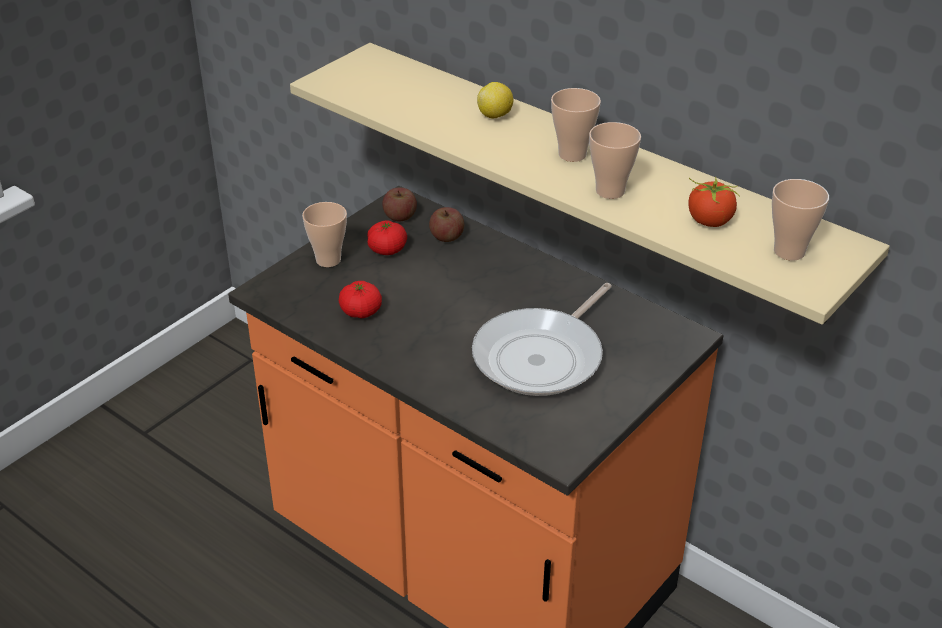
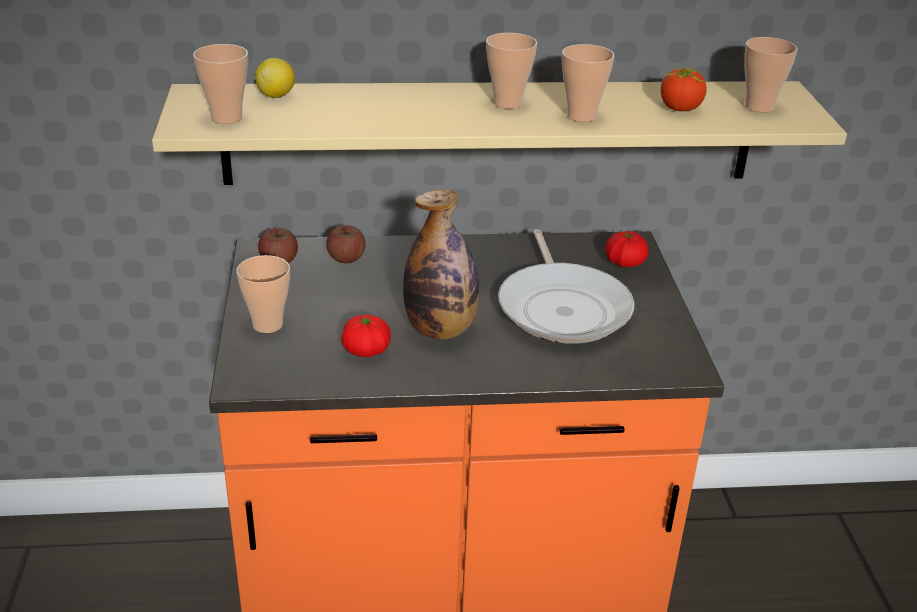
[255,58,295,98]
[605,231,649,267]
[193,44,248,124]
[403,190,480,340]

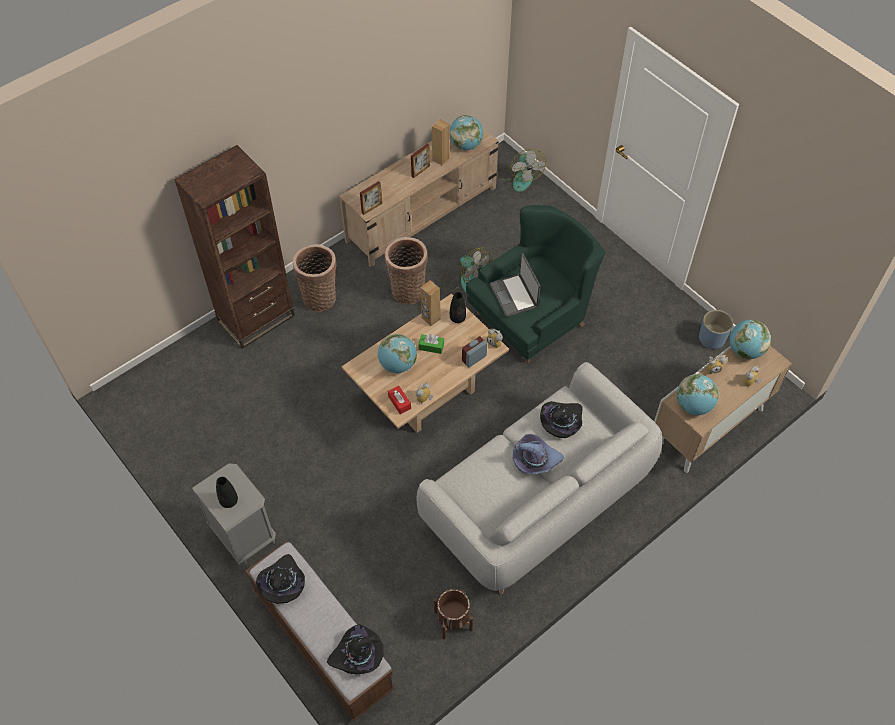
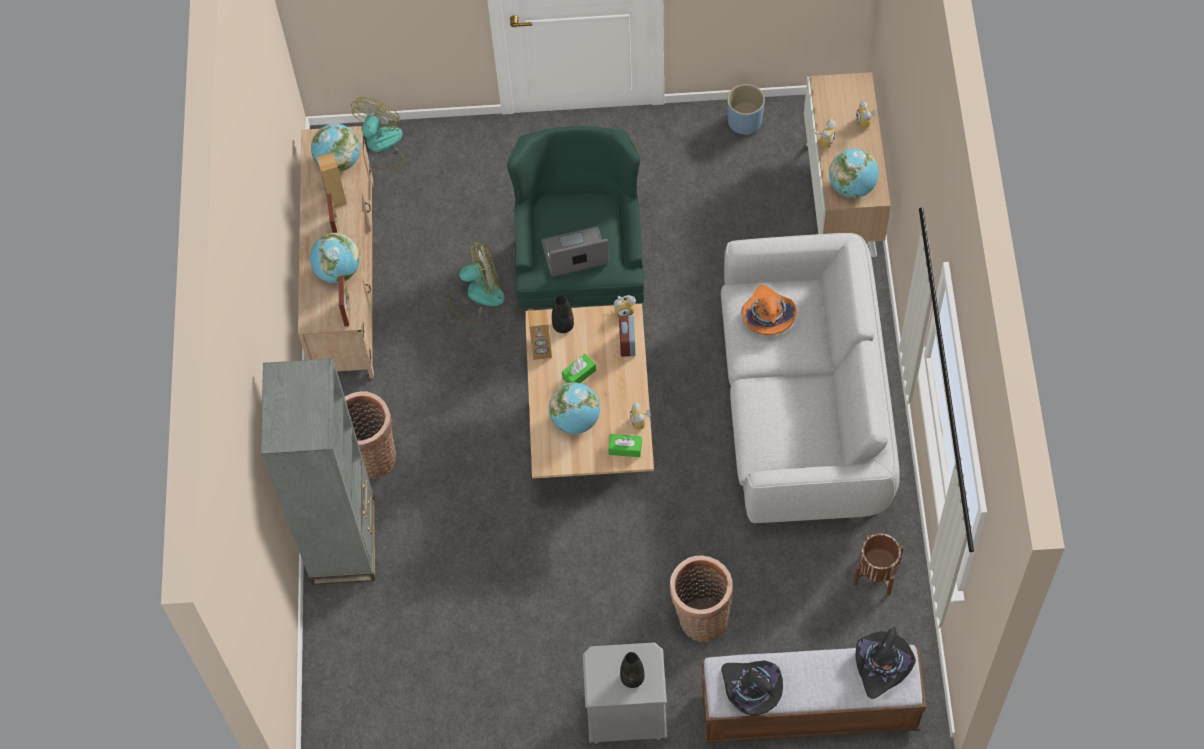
[261,358,375,585]
[351,97,405,169]
[670,556,733,642]
[541,226,609,276]
[310,233,360,283]
[608,434,642,457]
[742,285,797,335]
[513,434,564,474] (first image)

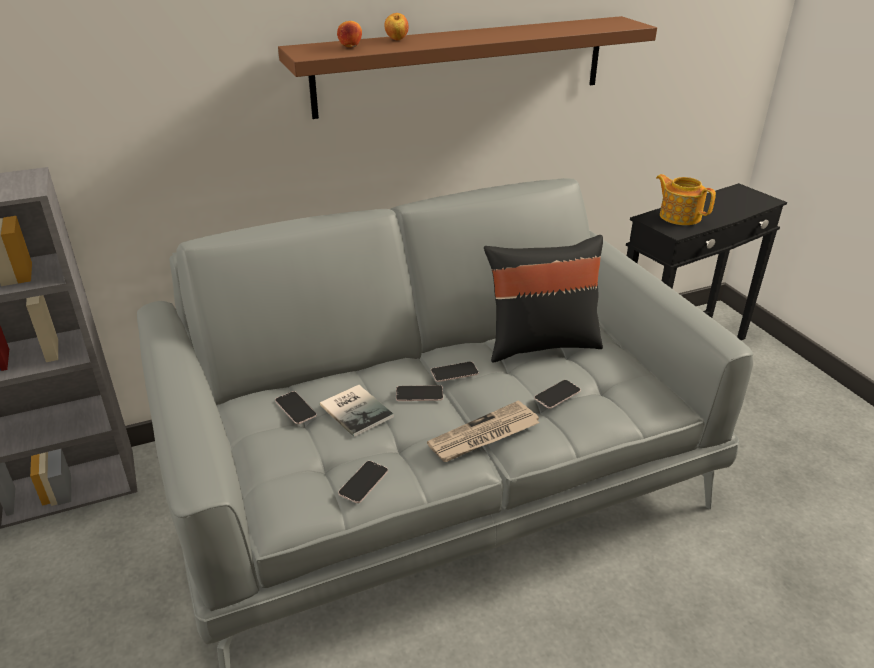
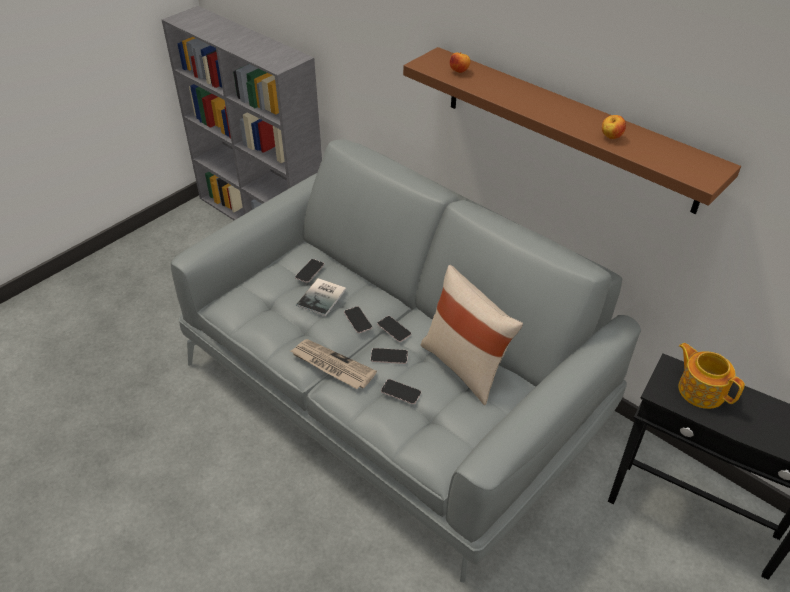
[602,115,626,139]
[678,343,745,409]
[420,265,523,405]
[371,348,408,364]

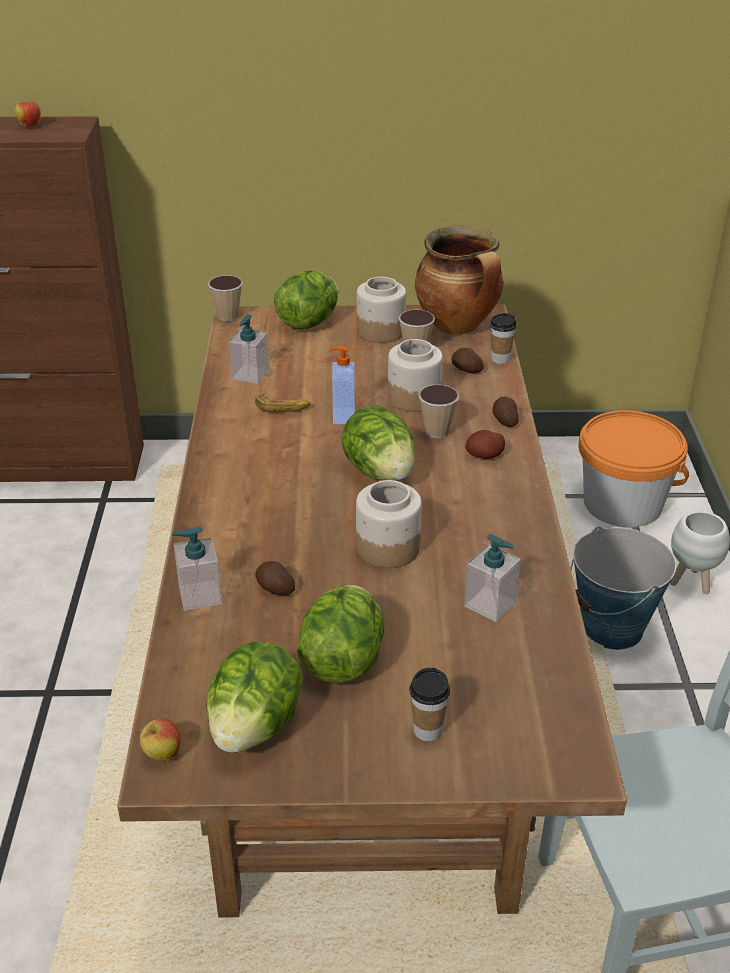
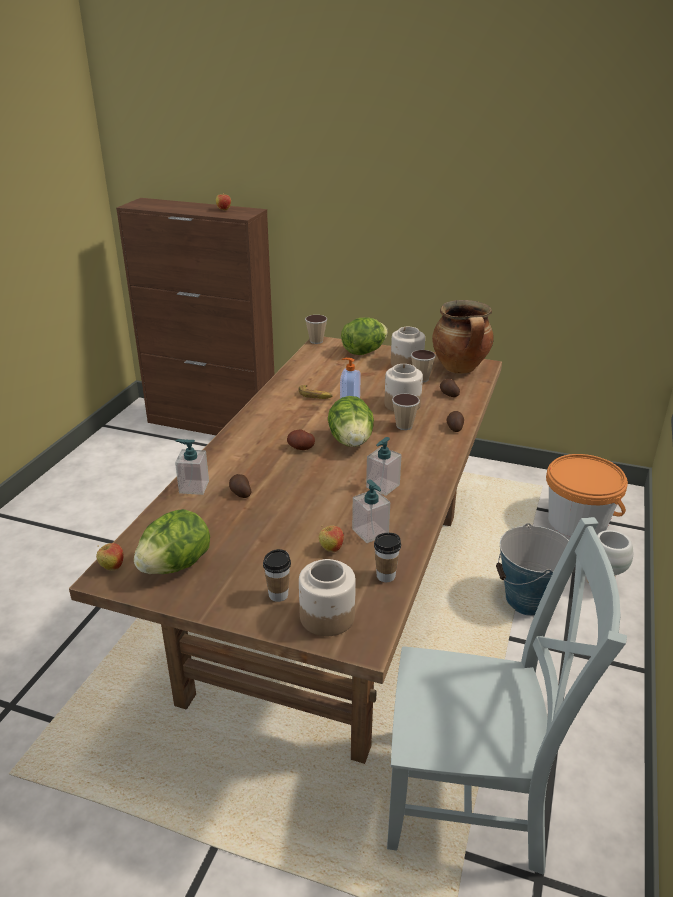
[374,533,401,582]
[366,437,401,496]
[287,430,315,450]
[299,559,356,636]
[297,585,385,683] (first image)
[319,525,344,552]

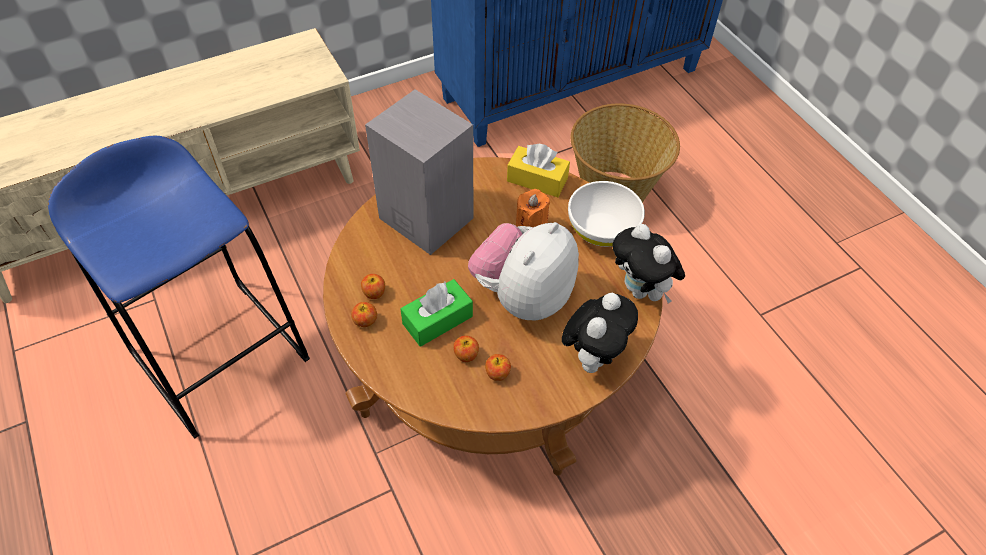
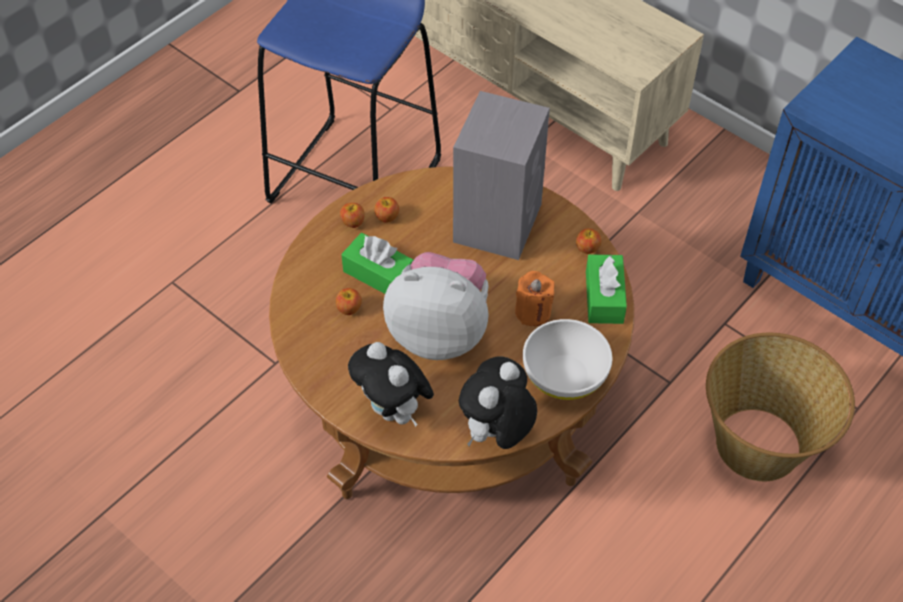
[586,254,627,324]
[348,342,434,427]
[576,228,602,254]

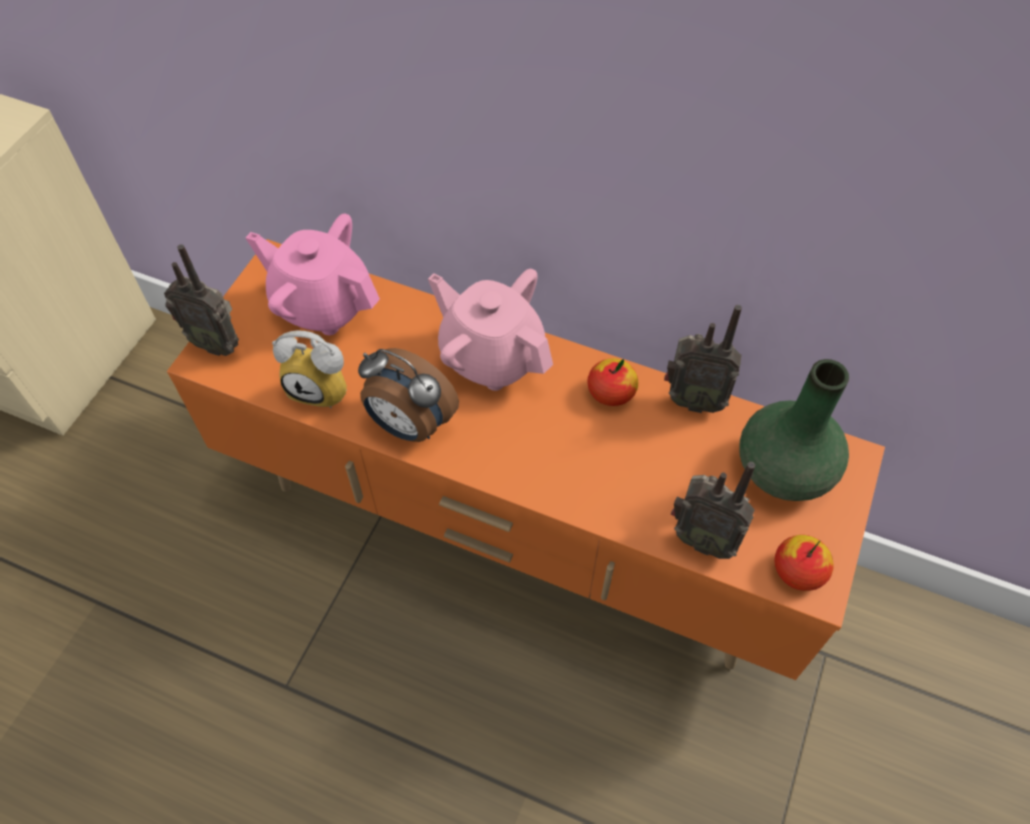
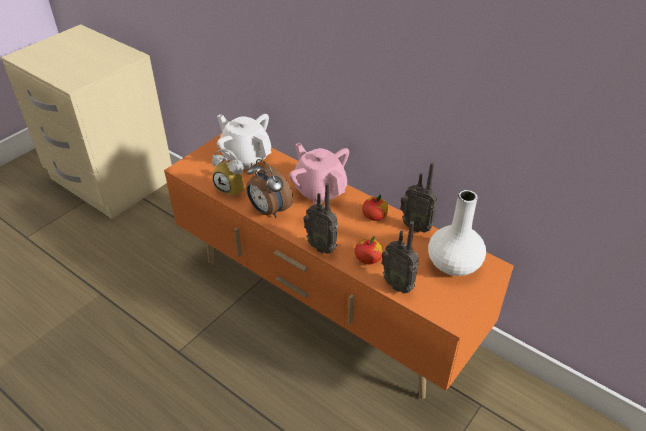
[217,114,271,169]
[303,183,338,254]
[428,190,486,276]
[355,236,383,264]

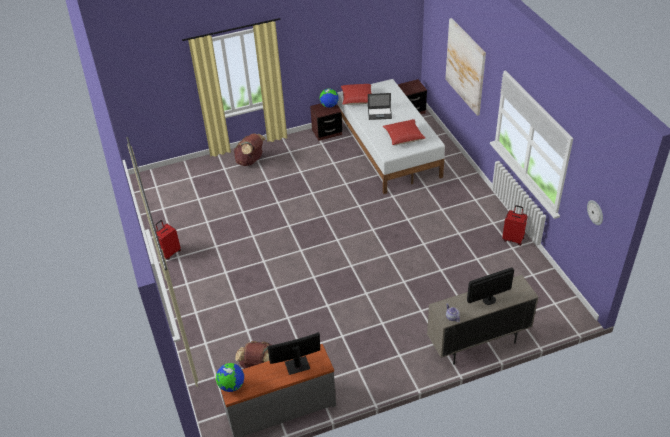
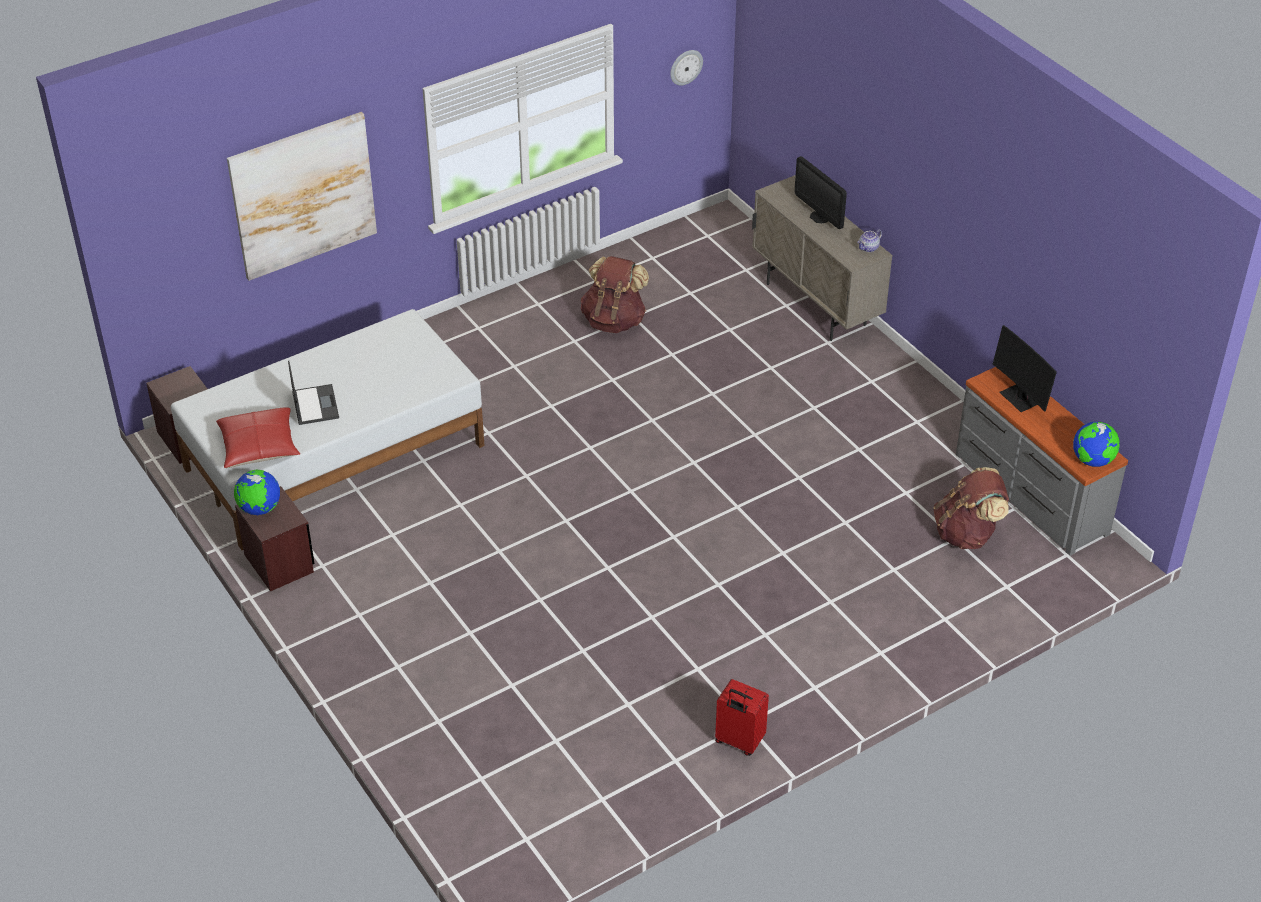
[383,119,425,145] (first image)
[581,256,649,333]
[502,205,528,246] (first image)

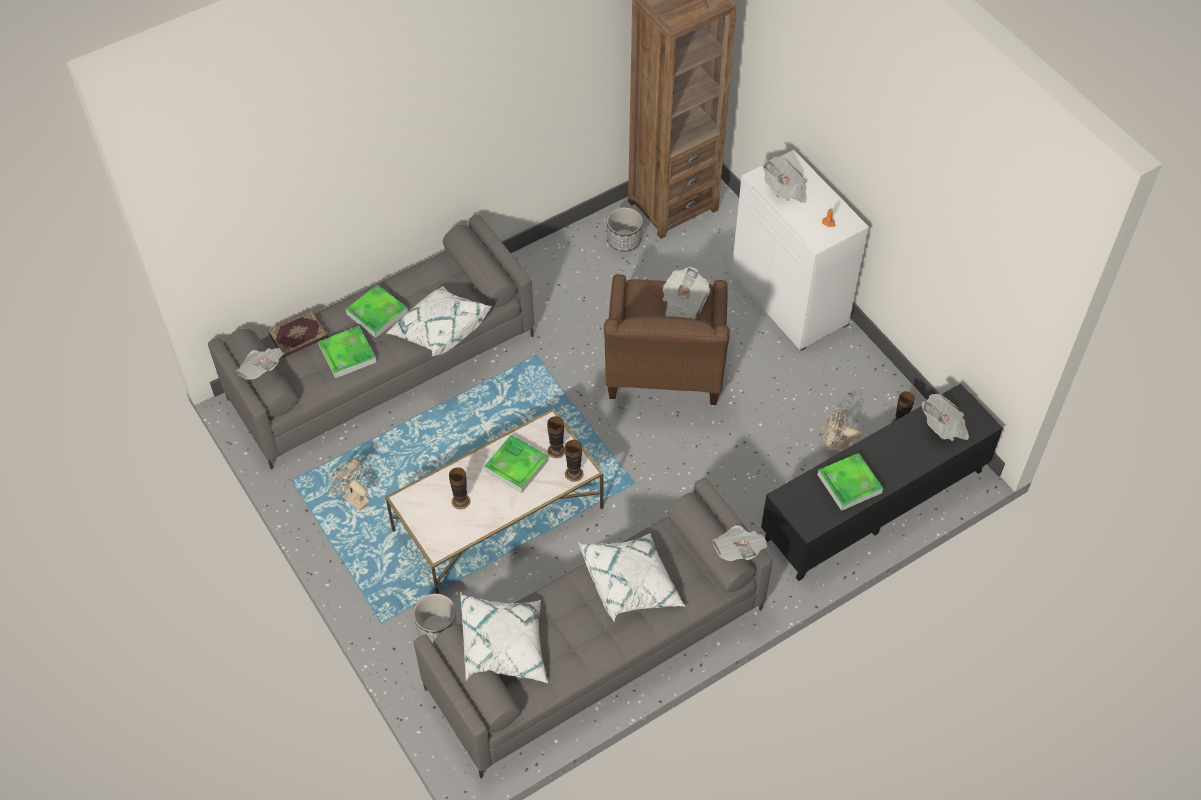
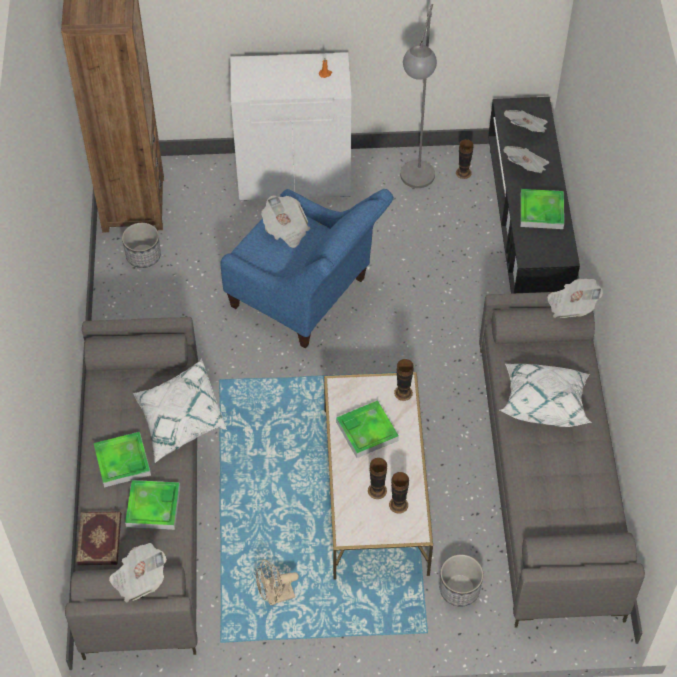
[504,146,549,173]
[220,189,394,349]
[822,407,861,453] (first image)
[389,472,409,514]
[460,592,548,683] (first image)
[400,4,437,188]

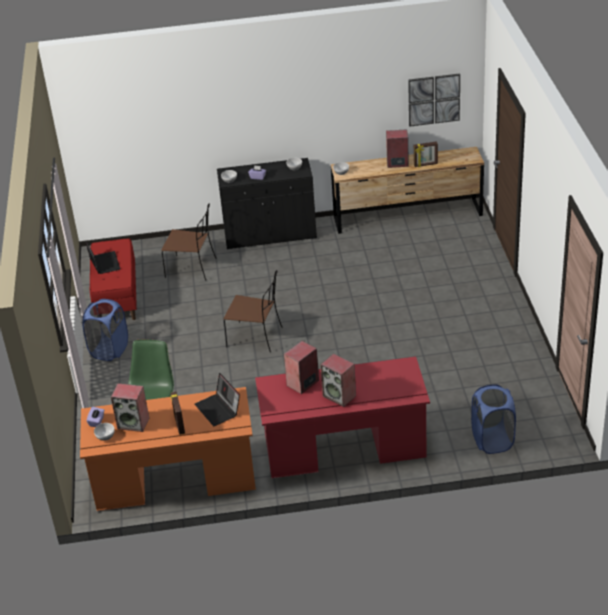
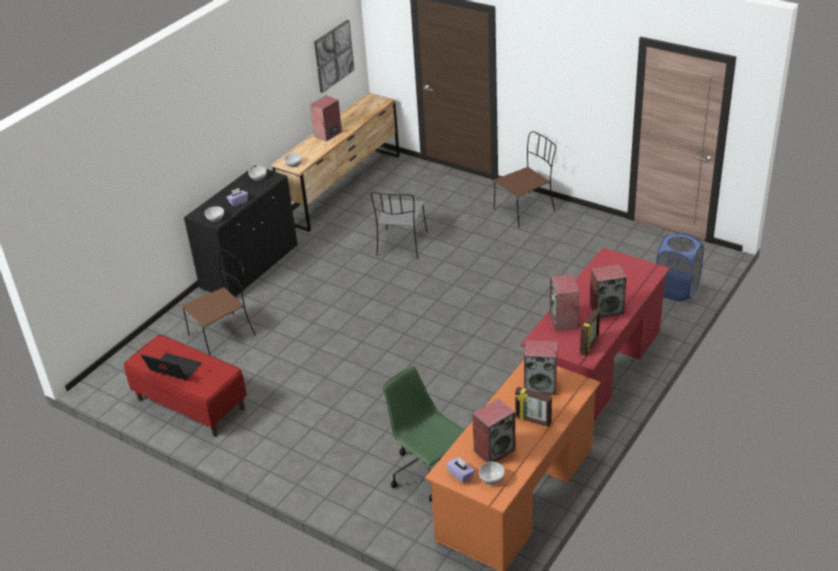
[580,309,600,356]
[494,131,556,227]
[82,299,128,361] (first image)
[524,340,558,395]
[371,192,427,259]

